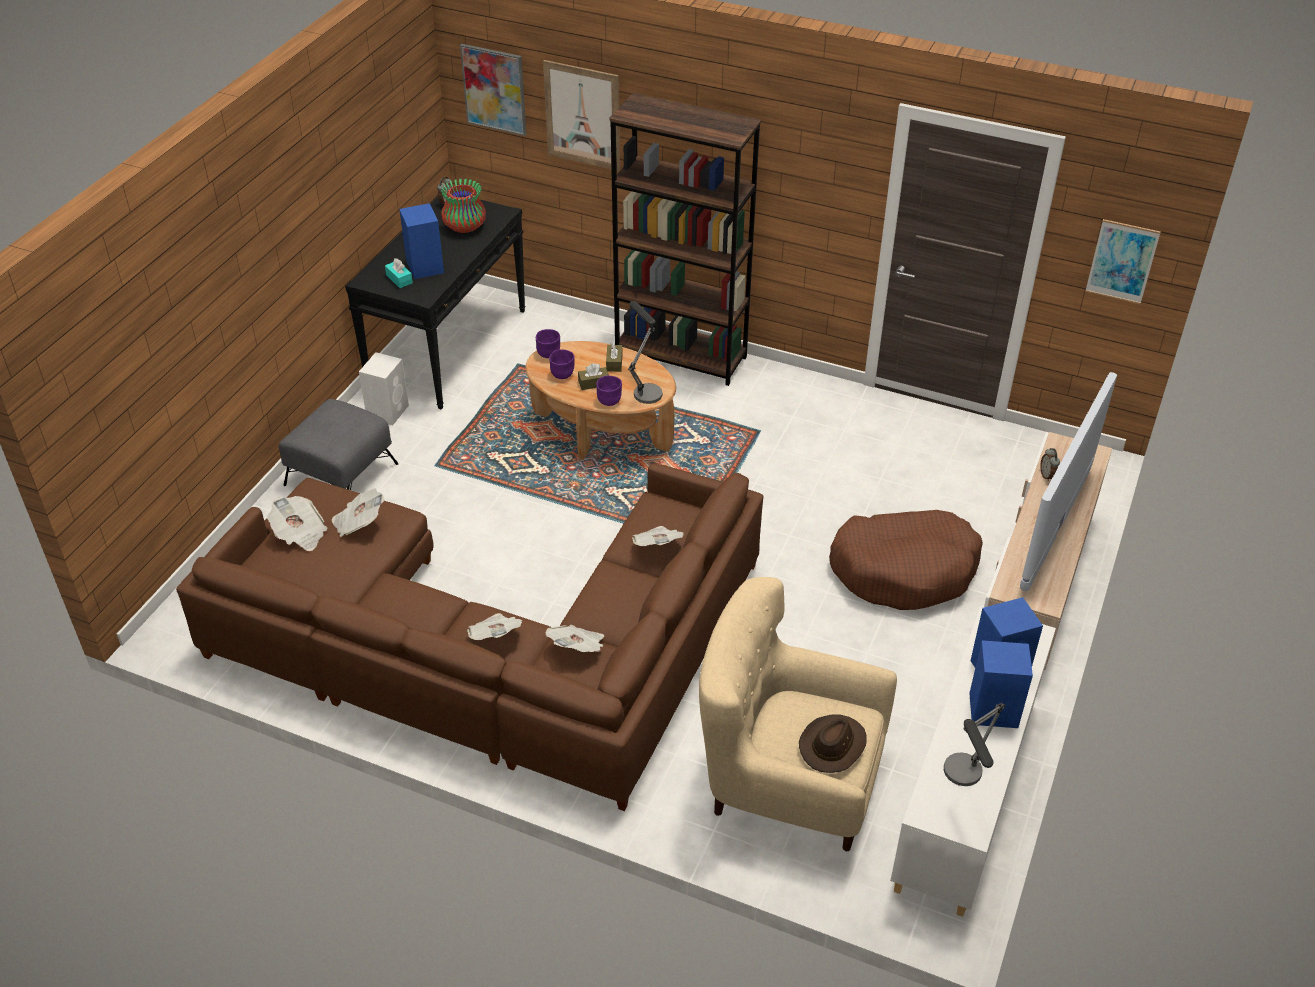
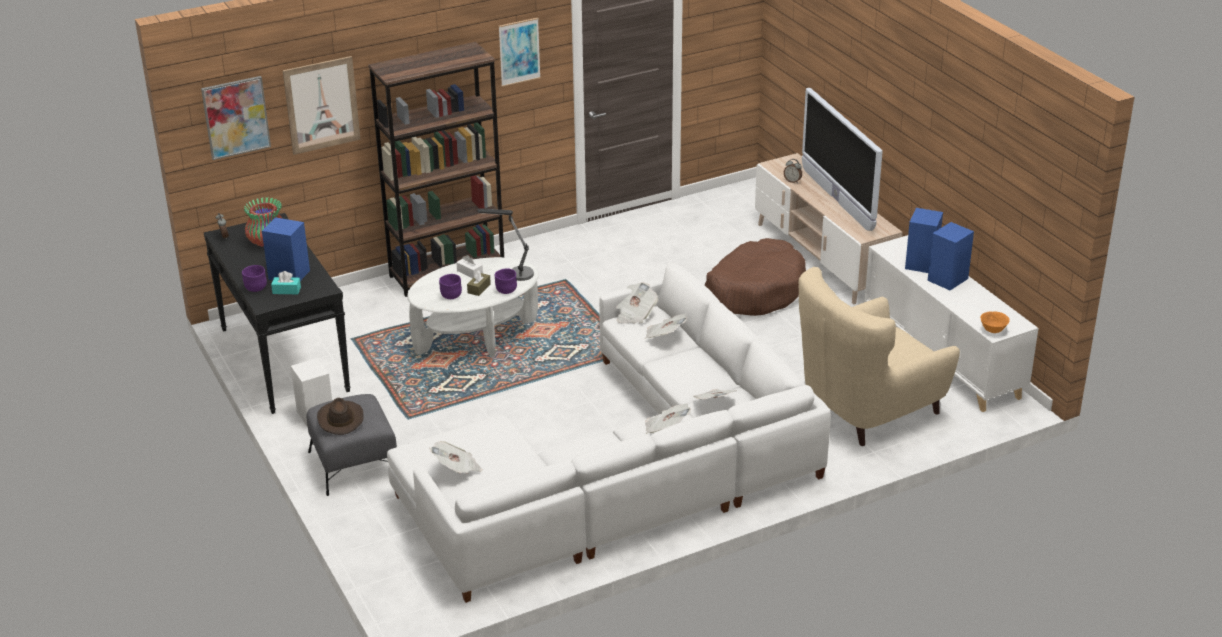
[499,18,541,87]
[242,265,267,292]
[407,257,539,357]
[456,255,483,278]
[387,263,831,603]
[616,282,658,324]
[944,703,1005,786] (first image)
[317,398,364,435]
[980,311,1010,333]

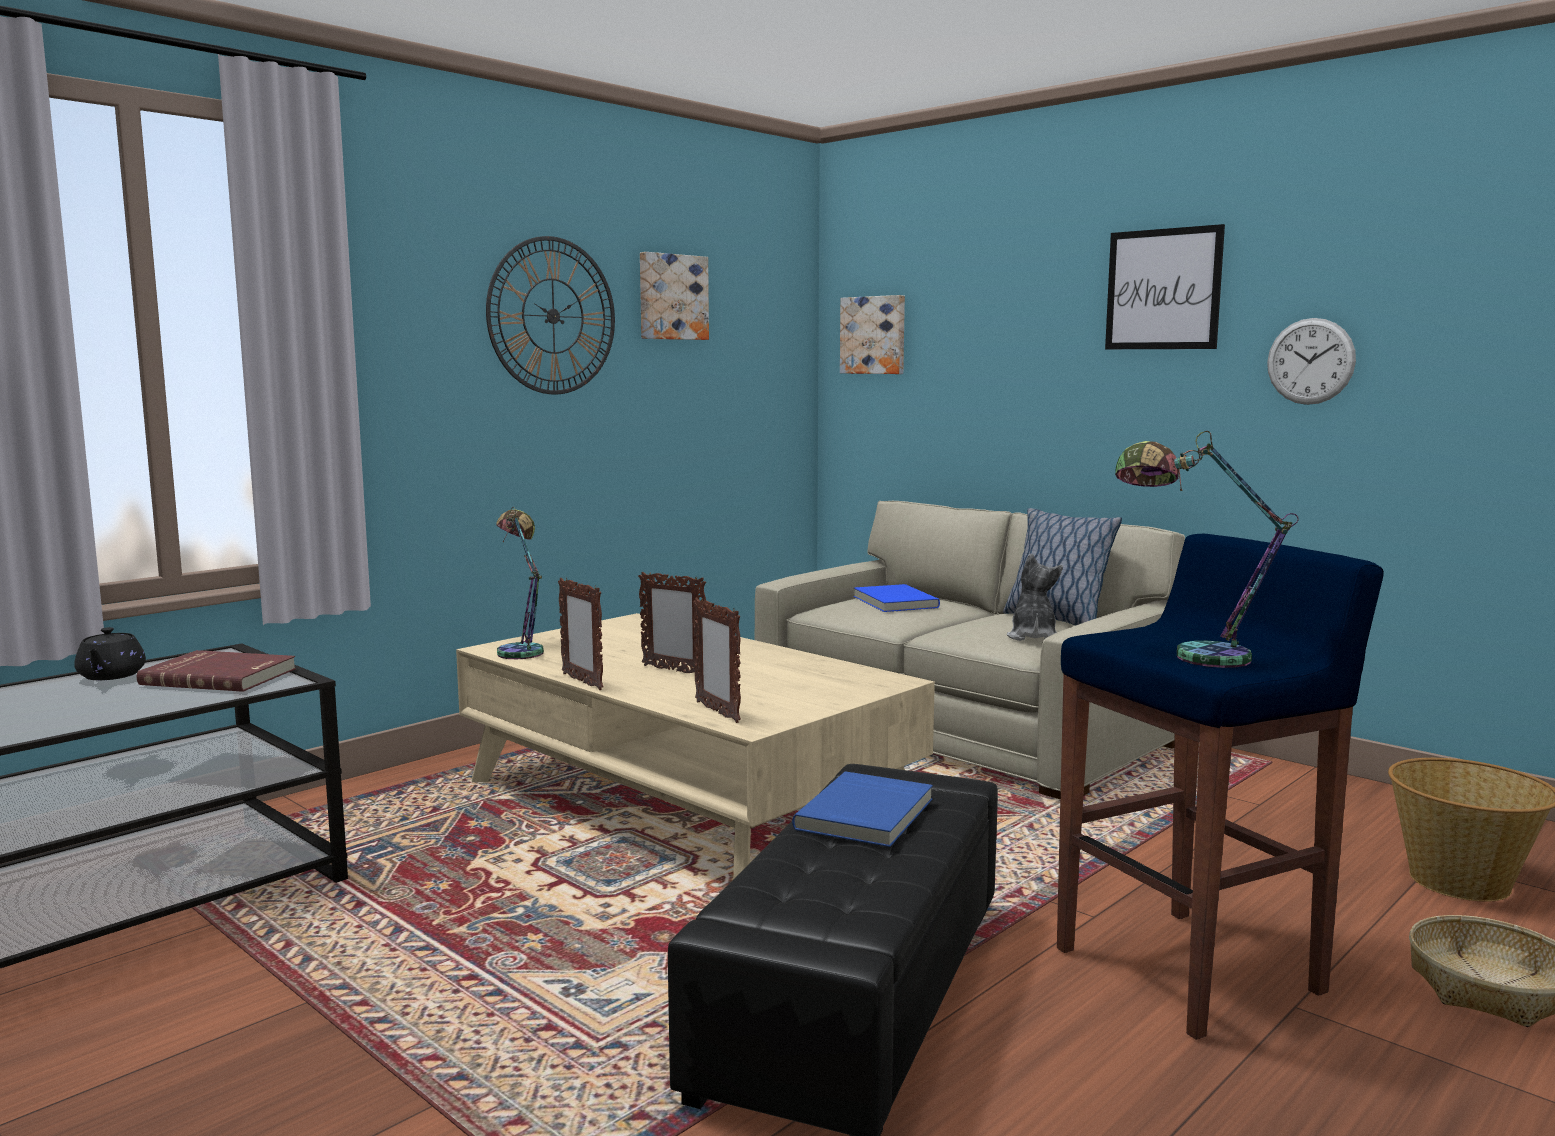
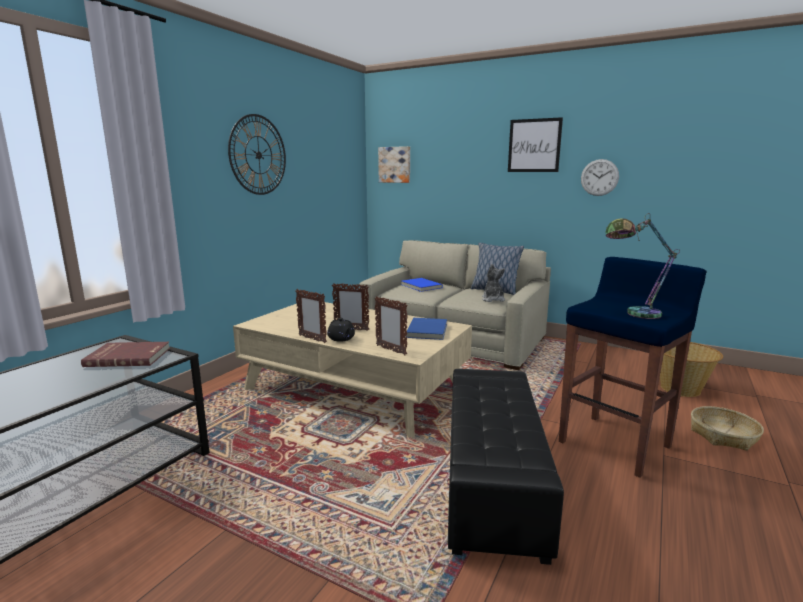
[640,252,709,340] (first image)
[496,507,544,659] (first image)
[327,318,355,342]
[406,318,447,340]

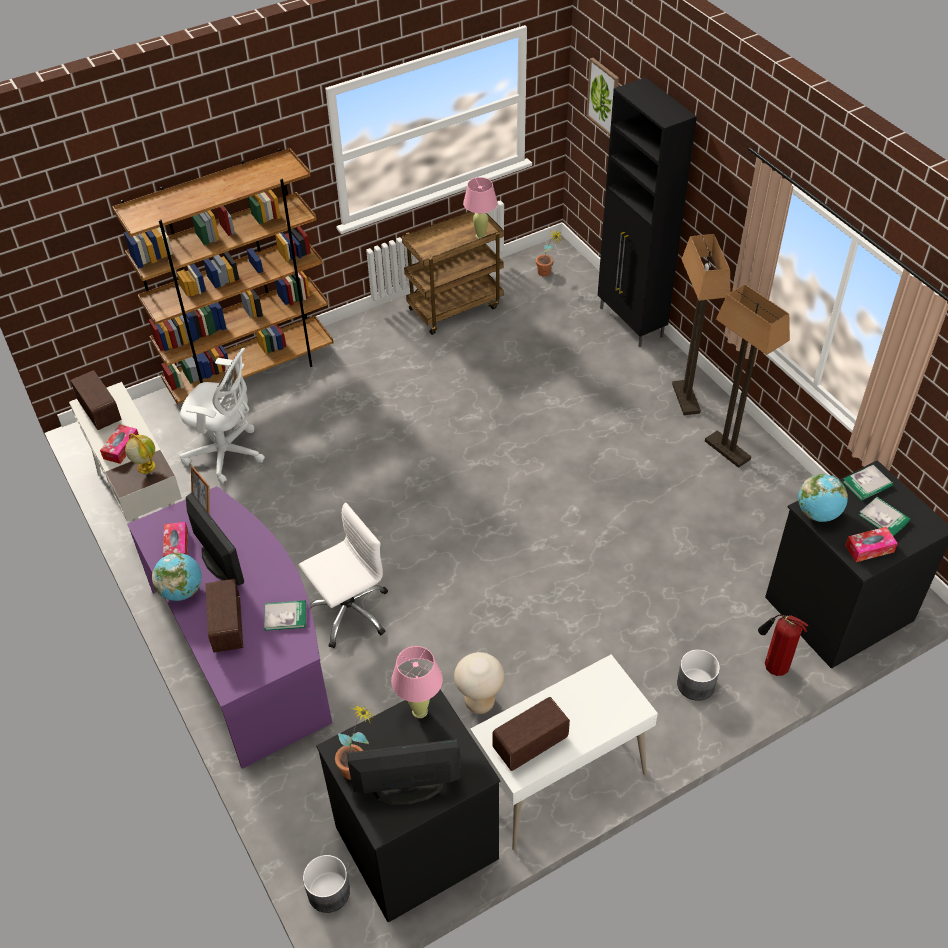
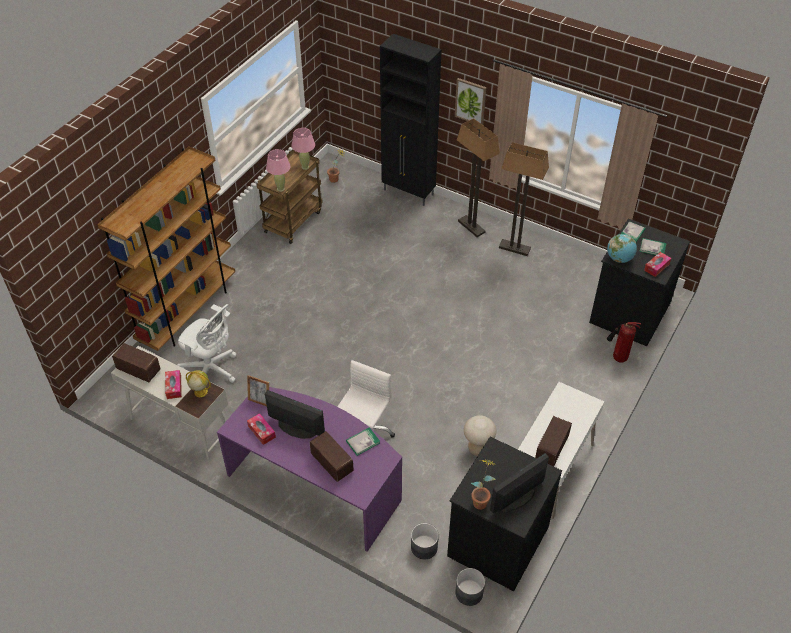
[455,78,486,125]
[177,304,237,383]
[152,552,202,601] (first image)
[266,149,291,192]
[411,523,439,559]

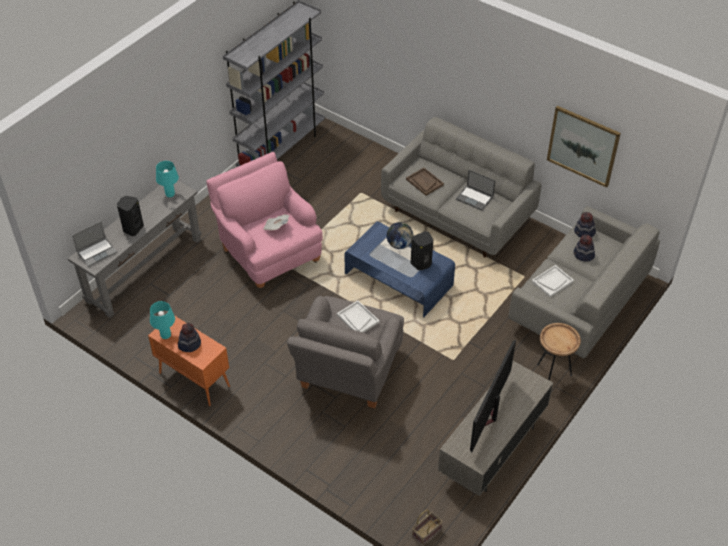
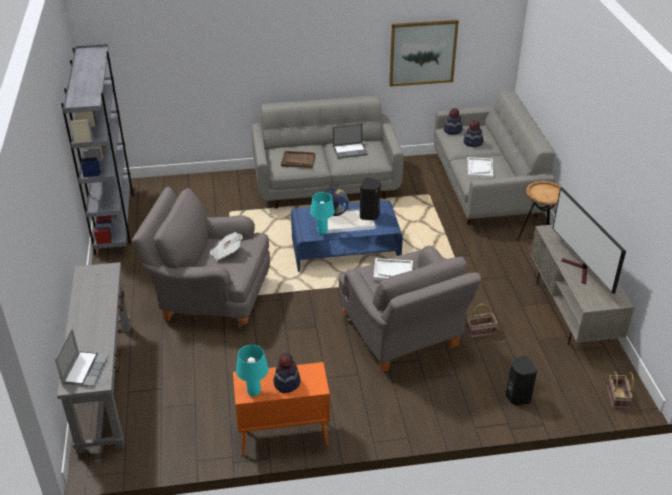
[132,187,270,329]
[310,192,335,234]
[506,356,538,406]
[466,304,498,338]

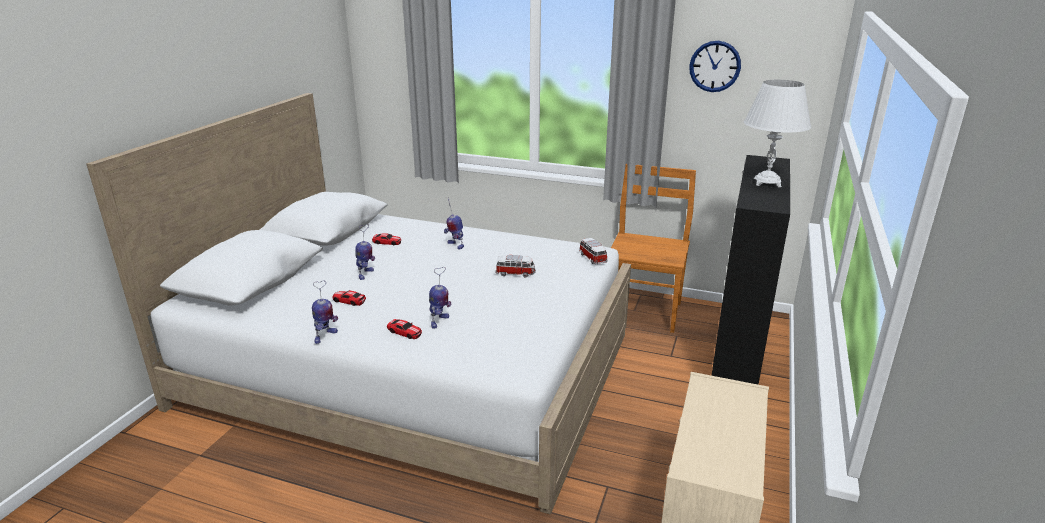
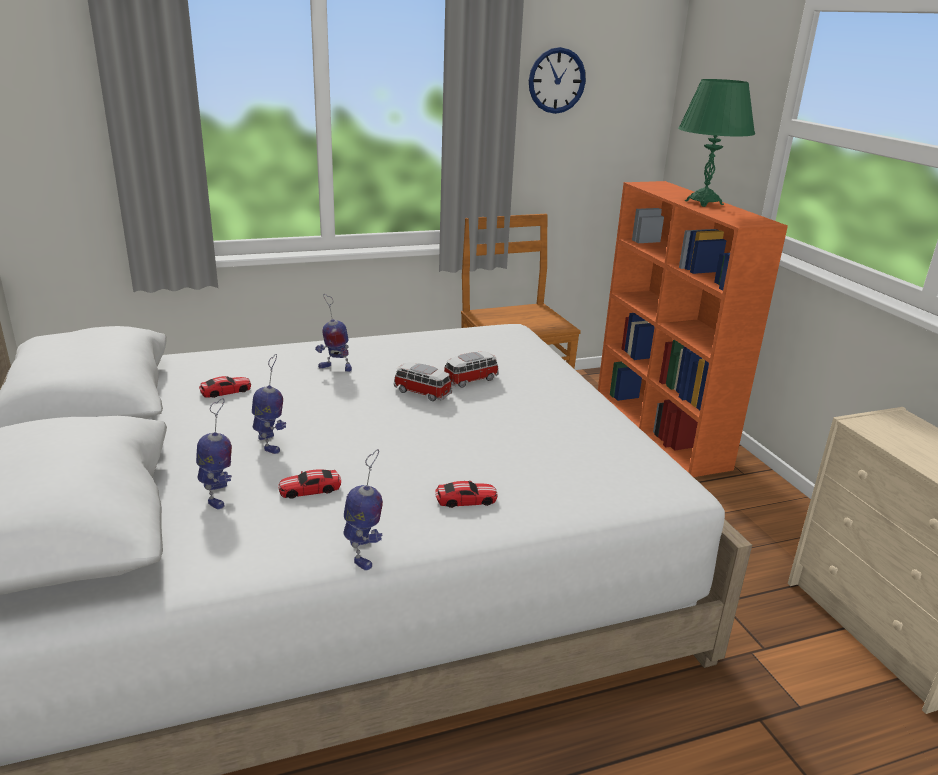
[678,79,755,207]
[598,181,788,477]
[394,362,452,401]
[196,398,232,509]

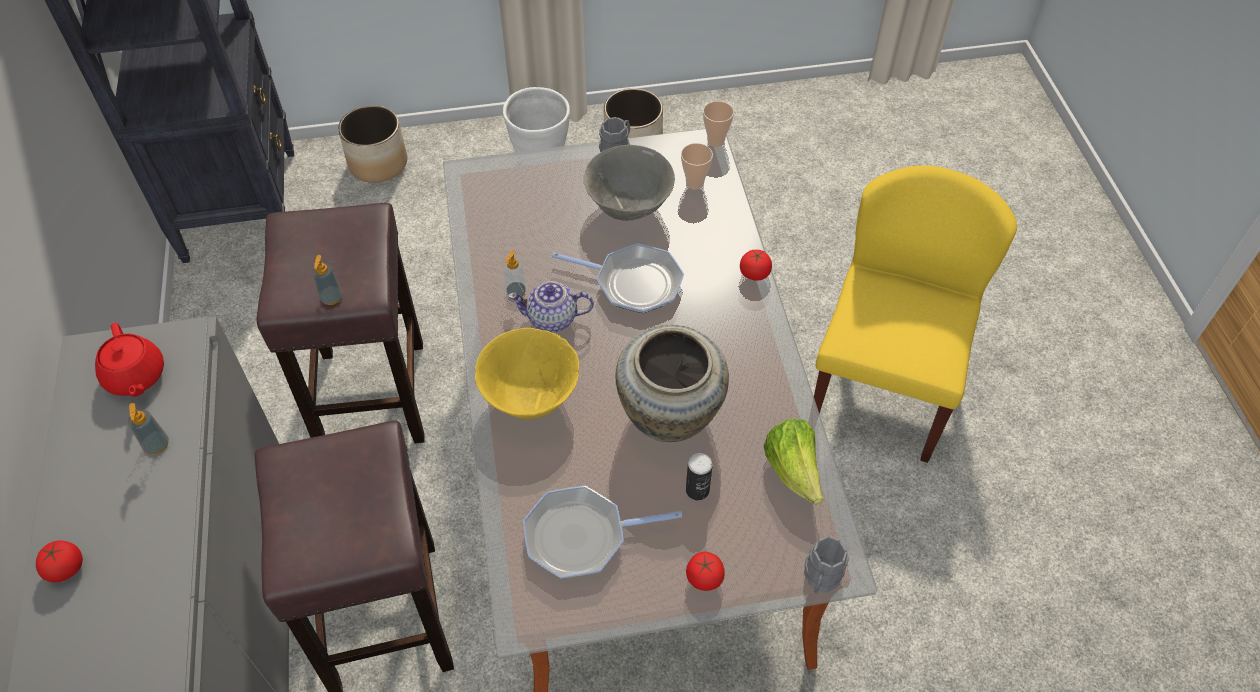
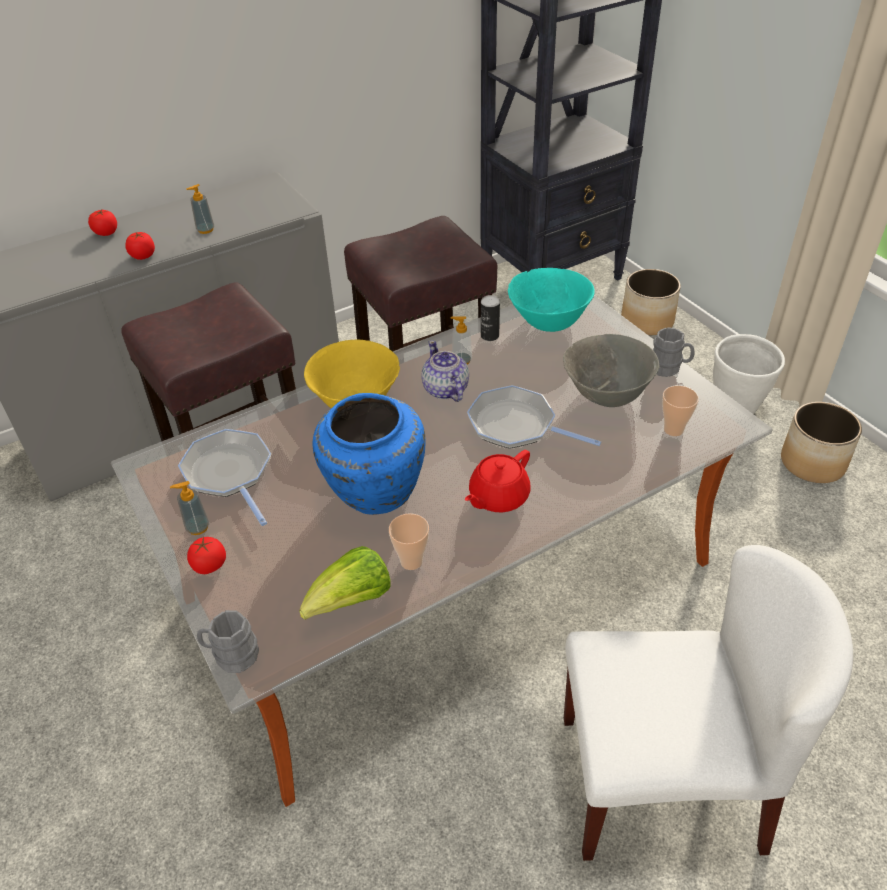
[389,513,429,570]
[564,545,853,861]
[467,385,601,449]
[125,232,155,260]
[170,481,209,535]
[465,450,530,512]
[313,393,425,515]
[481,295,500,341]
[508,268,595,332]

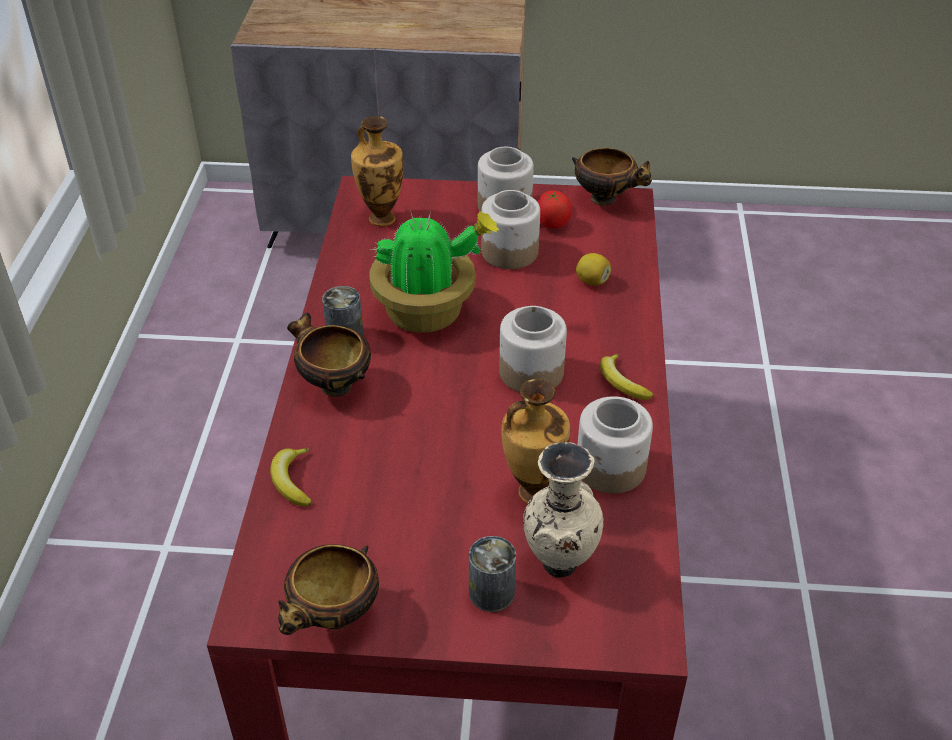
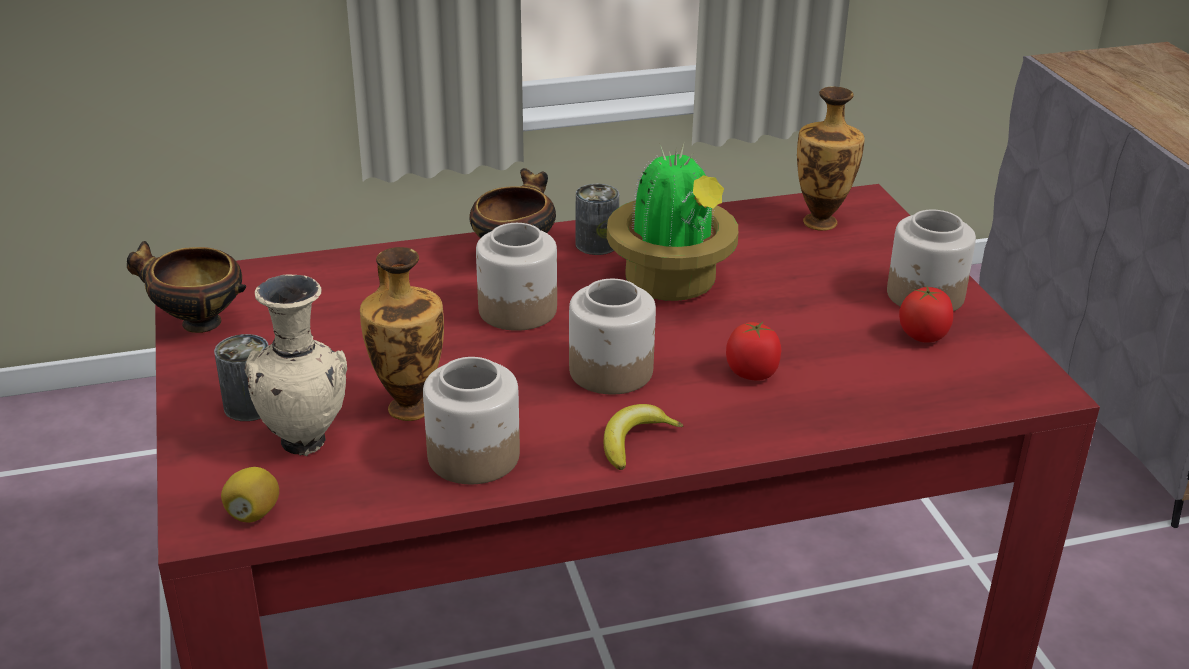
[572,148,652,206] (first image)
[476,223,557,331]
[221,467,279,523]
[270,448,312,506] (first image)
[726,321,781,381]

